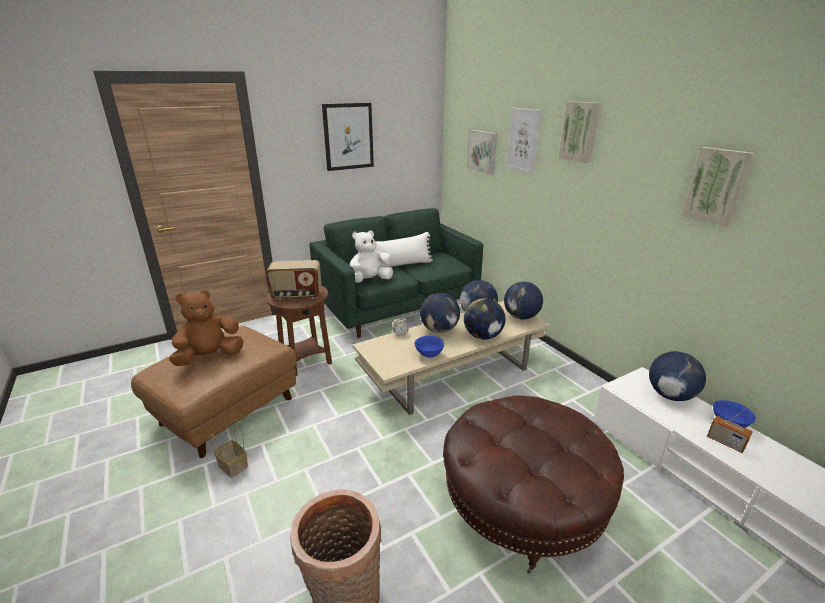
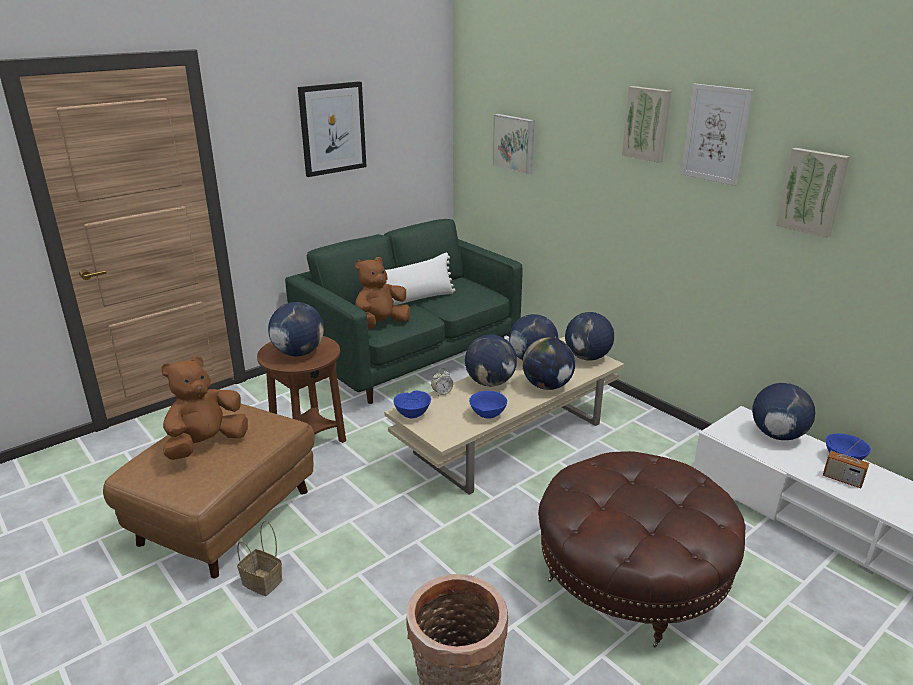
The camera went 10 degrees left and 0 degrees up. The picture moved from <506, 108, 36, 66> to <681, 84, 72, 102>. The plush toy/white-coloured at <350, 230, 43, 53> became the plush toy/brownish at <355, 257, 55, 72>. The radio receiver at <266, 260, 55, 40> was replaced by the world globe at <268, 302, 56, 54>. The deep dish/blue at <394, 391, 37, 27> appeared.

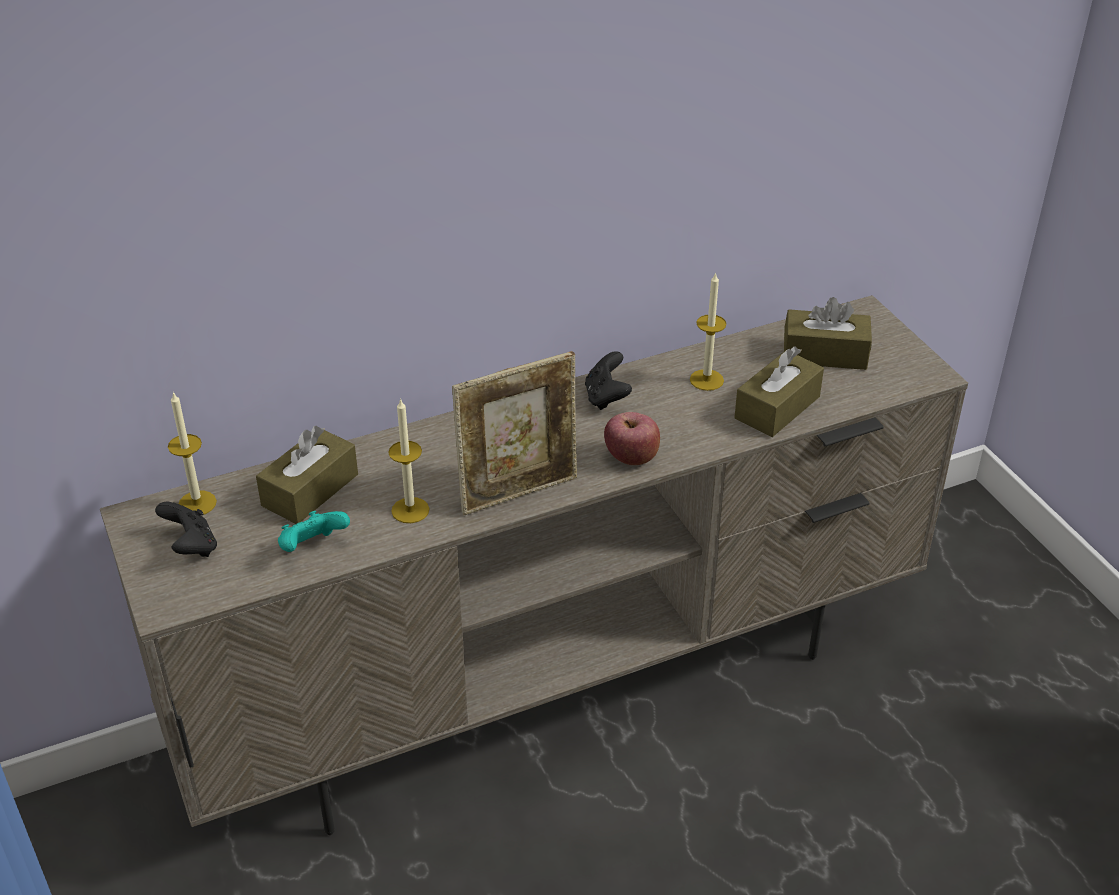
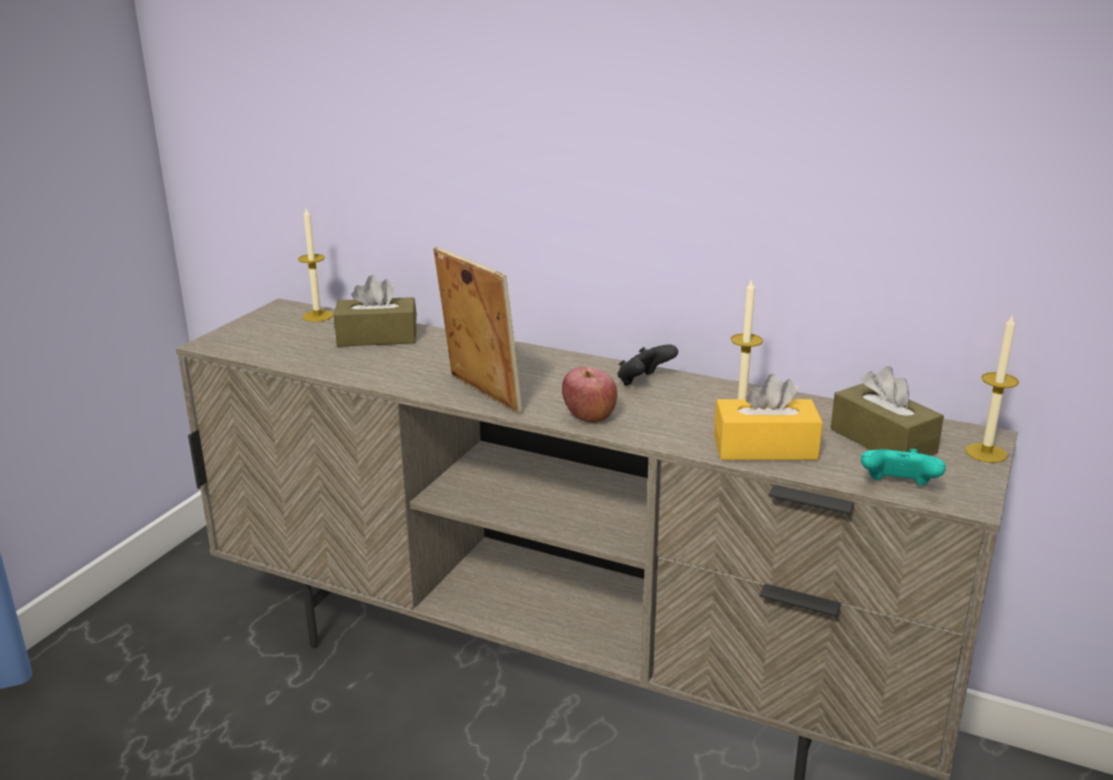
The camera went 50 degrees right and 15 degrees down. The tissue holder/brownish at <734, 346, 90, 91> became the tissue holder/yellow at <714, 374, 109, 86>. The photo frame at <452, 351, 125, 164> turned 150 degrees counterclockwise. The wax light moved from <388, 398, 41, 125> to <965, 313, 54, 150>. The game controller/black-coloured at <155, 502, 62, 55> disappeared. The game controller/turquoise moved from <278, 511, 72, 41> to <861, 449, 85, 36>.

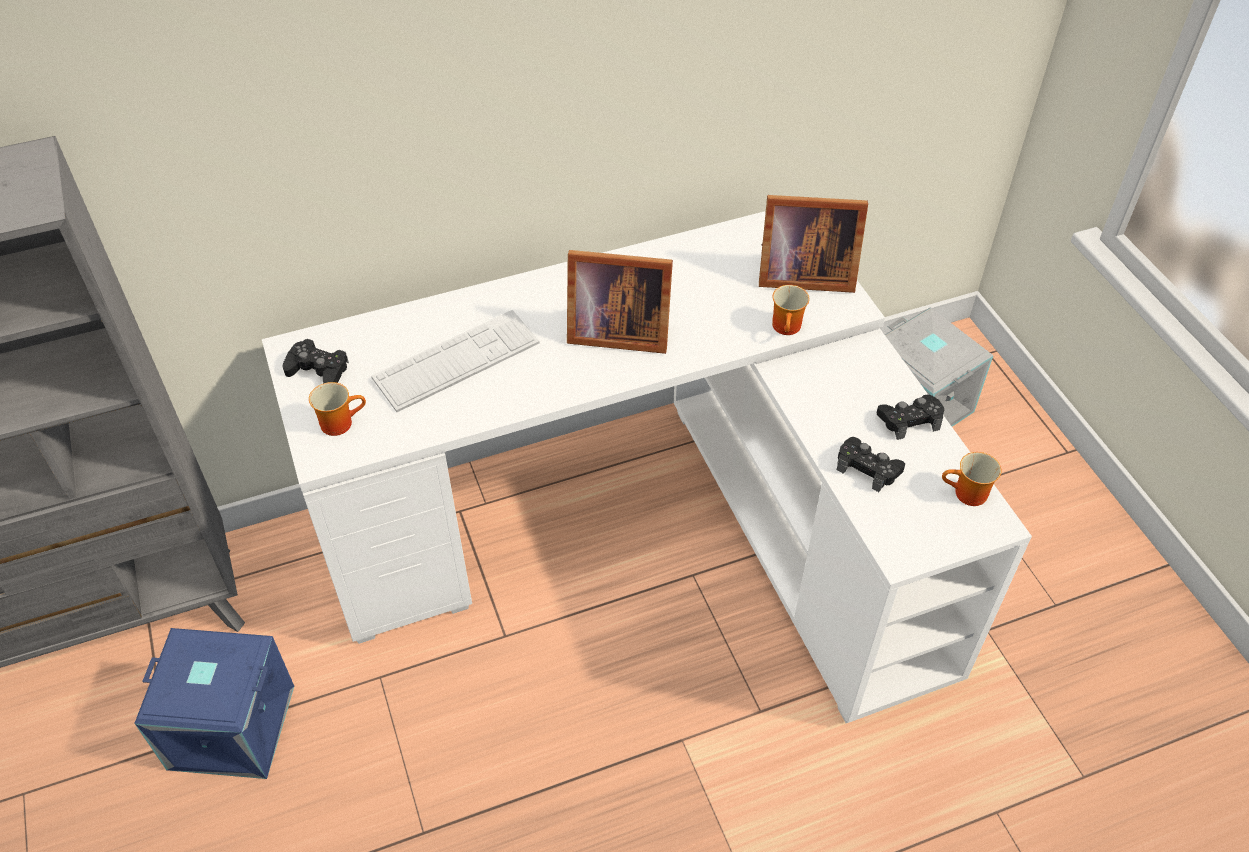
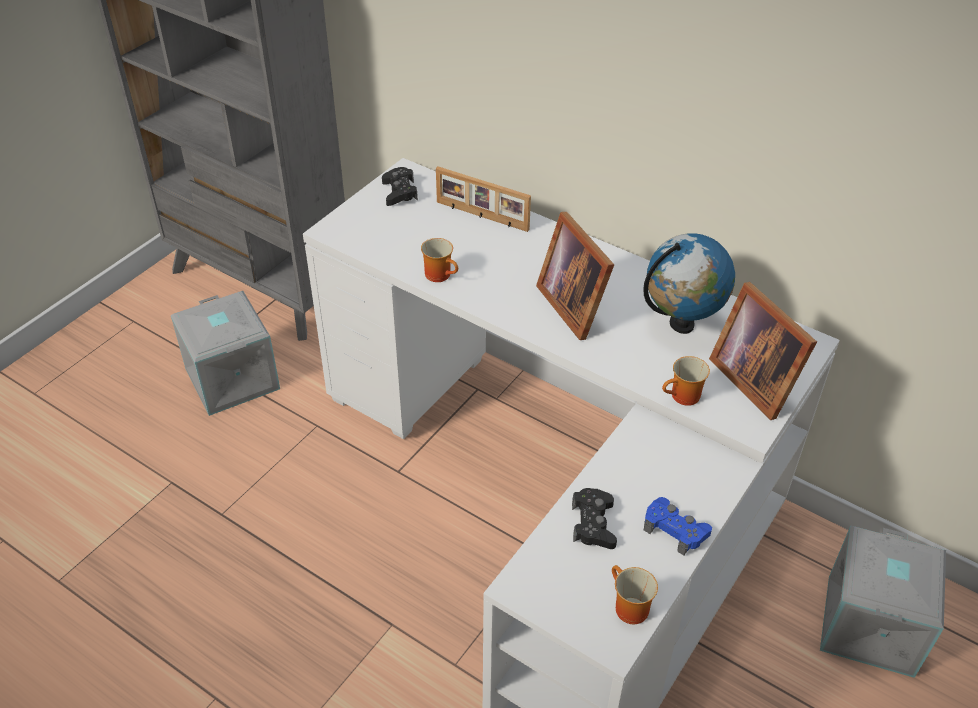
The camera went 55 degrees right and 5 degrees down. The PC keyboard at <371, 310, 168, 102> disappeared. The tea mug moved from <309, 382, 57, 54> to <421, 238, 37, 44>. The game controller/black-coloured at <877, 395, 67, 45> became the game controller/blue at <644, 497, 68, 58>. The storage container/blue at <134, 628, 160, 151> became the storage container/grey at <171, 291, 109, 125>. The photo frame at <436, 166, 95, 66> appeared. The world globe at <643, 234, 92, 100> appeared.

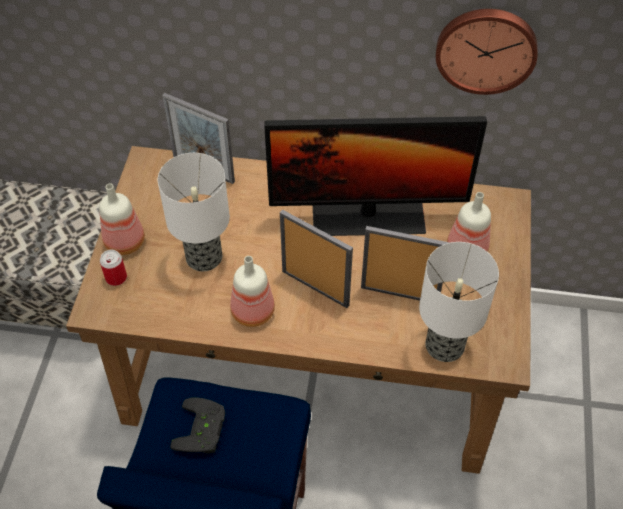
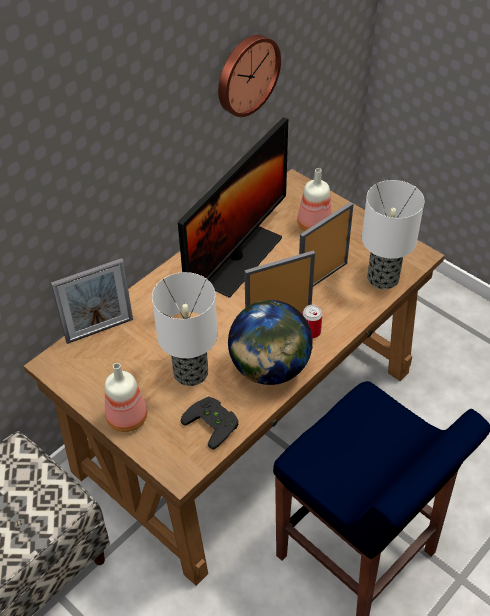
The camera went 55 degrees left and 5 degrees down. The can moved from <100, 250, 27, 36> to <302, 305, 21, 34>. The bottle at <230, 256, 45, 71> was replaced by the world globe at <228, 300, 85, 85>. The game controller/black-coloured moved from <170, 398, 55, 56> to <180, 396, 59, 54>.

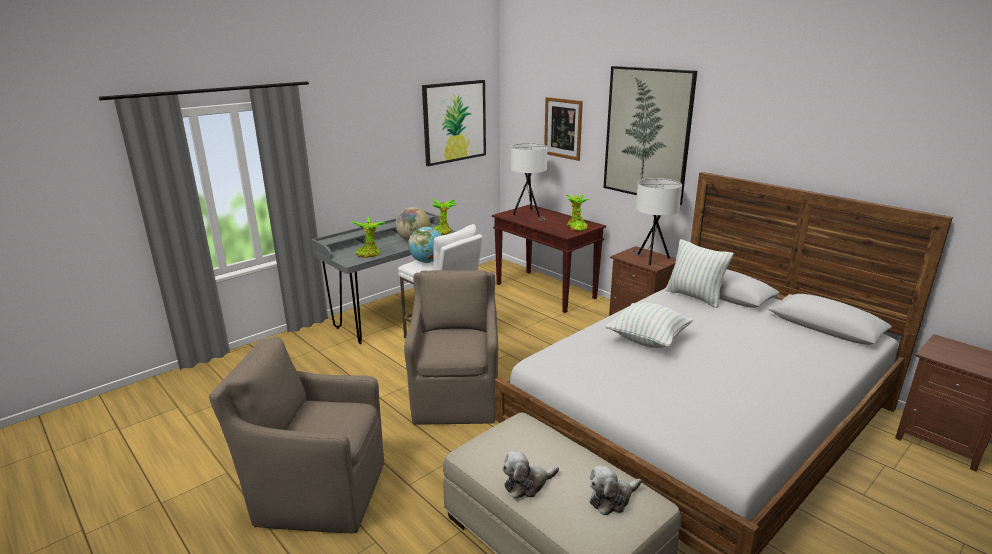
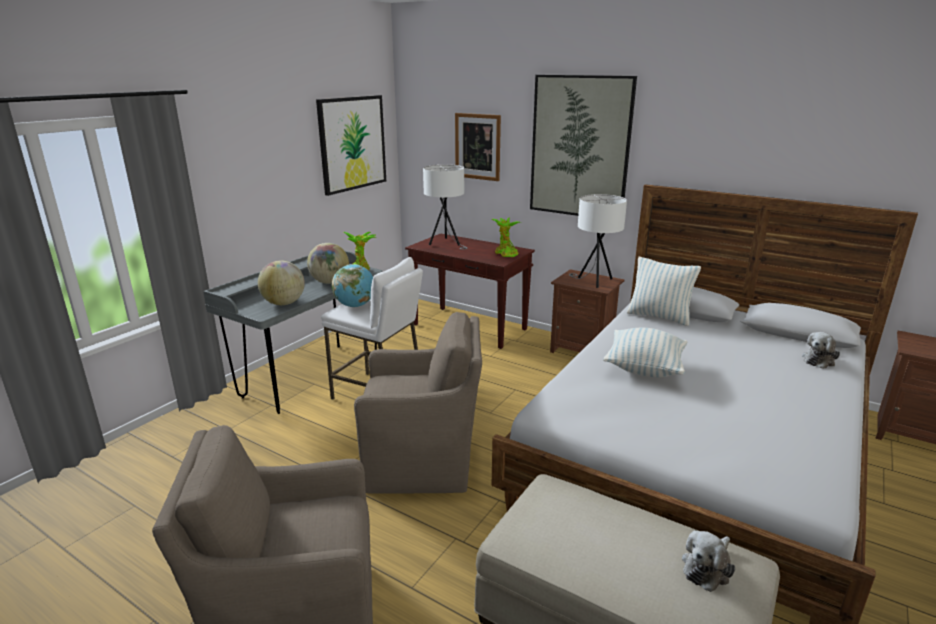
The camera went 15 degrees left and 0 degrees up. The potted plant at <351, 216, 34, 42> was replaced by the world globe at <258, 260, 47, 45>. The easy chair/brownish at <404, 270, 94, 155> turned 105 degrees clockwise. The plush toy moved from <502, 451, 57, 48> to <802, 332, 38, 37>.

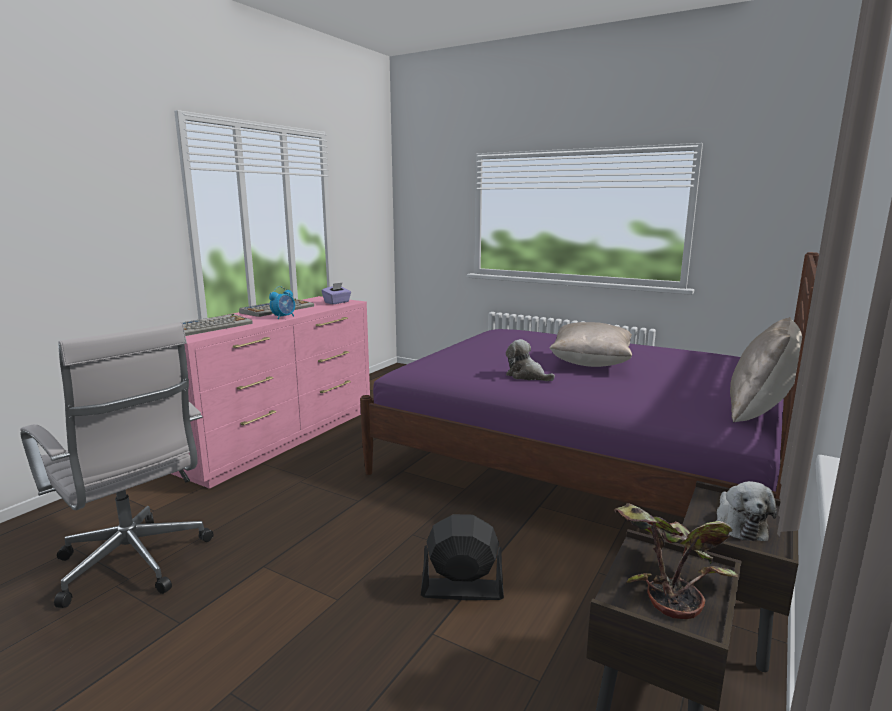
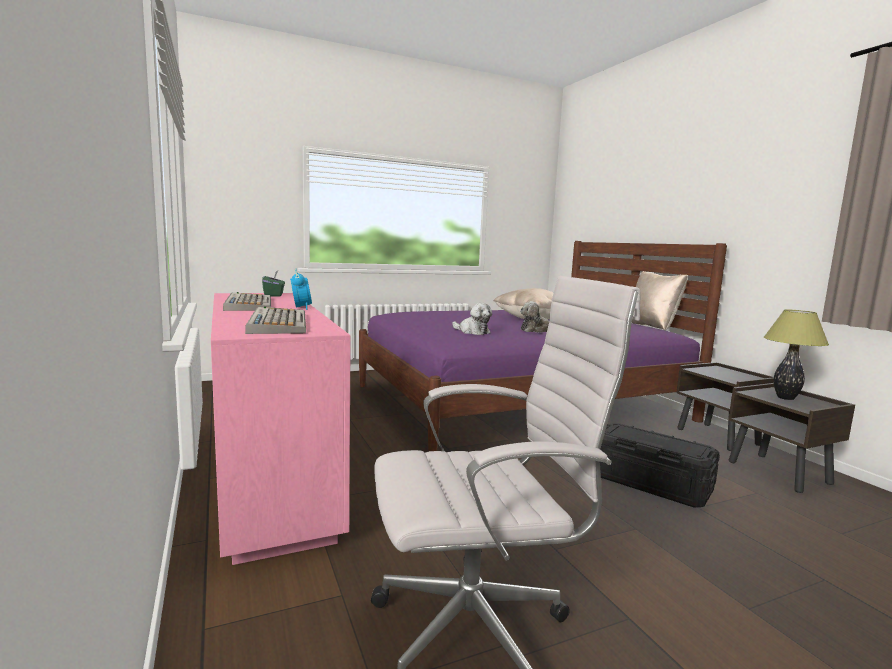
The camera went 55 degrees left and 5 degrees down. The tissue holder/purple-coloured at <322, 282, 29, 22> became the tissue holder/greenish at <262, 271, 23, 26>. The plush toy moved from <716, 481, 61, 60> to <452, 303, 40, 32>. The potted plant at <614, 503, 124, 116> was replaced by the lamp for a table at <764, 310, 65, 90>. The cooling fan/black-coloured at <421, 514, 83, 86> was replaced by the storage container/black-coloured at <600, 423, 120, 84>.

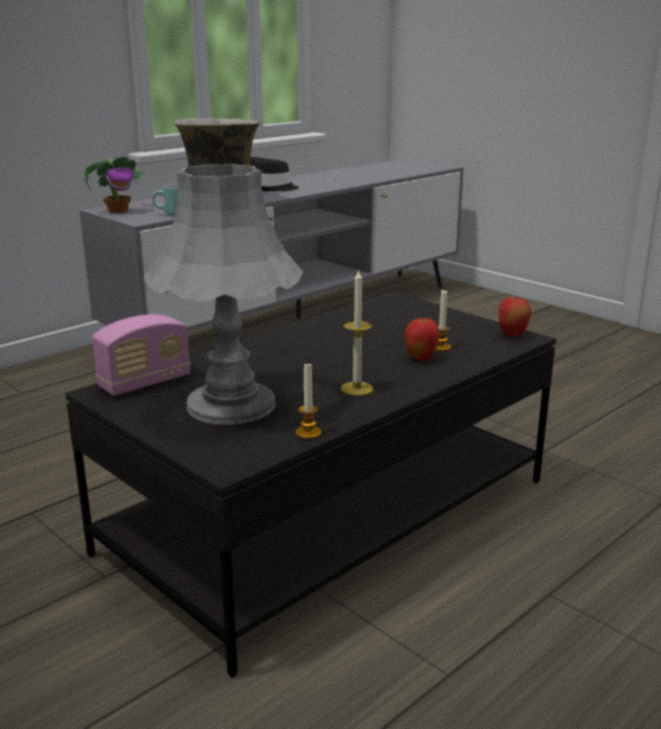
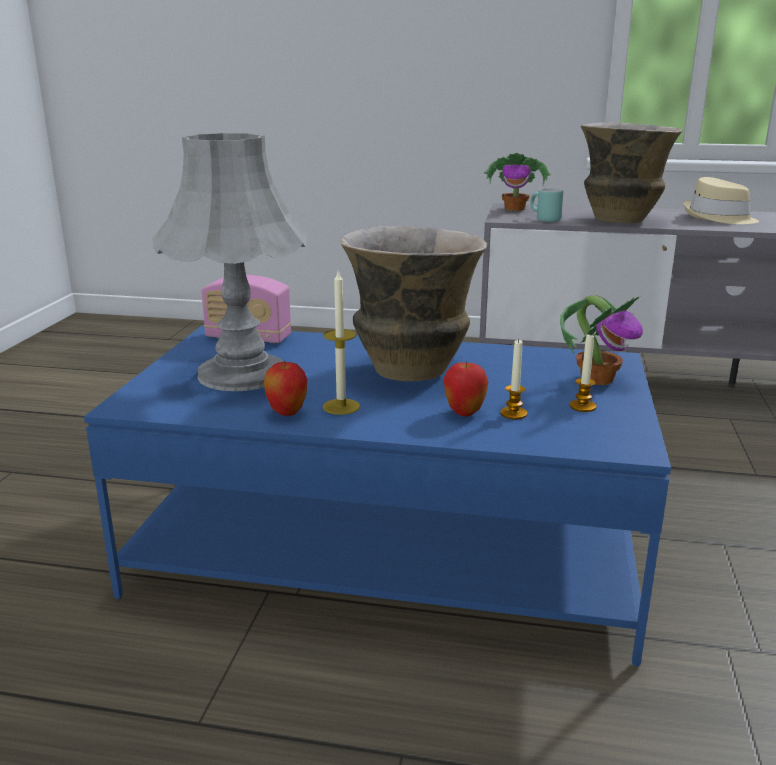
The camera went 55 degrees right and 0 degrees up. The wearable hat/black-coloured at <250, 157, 49, 34> became the wearable hat/beige at <684, 177, 75, 47>. The low table/black-coloured at <65, 292, 491, 386> became the low table/blue at <84, 325, 587, 342>. The whole apple moved from <498, 296, 34, 41> to <264, 361, 43, 55>. The wax light moved from <296, 362, 25, 77> to <570, 333, 27, 79>. The flower vase at <340, 226, 147, 155> appeared. The potted plant at <560, 295, 83, 90> appeared.

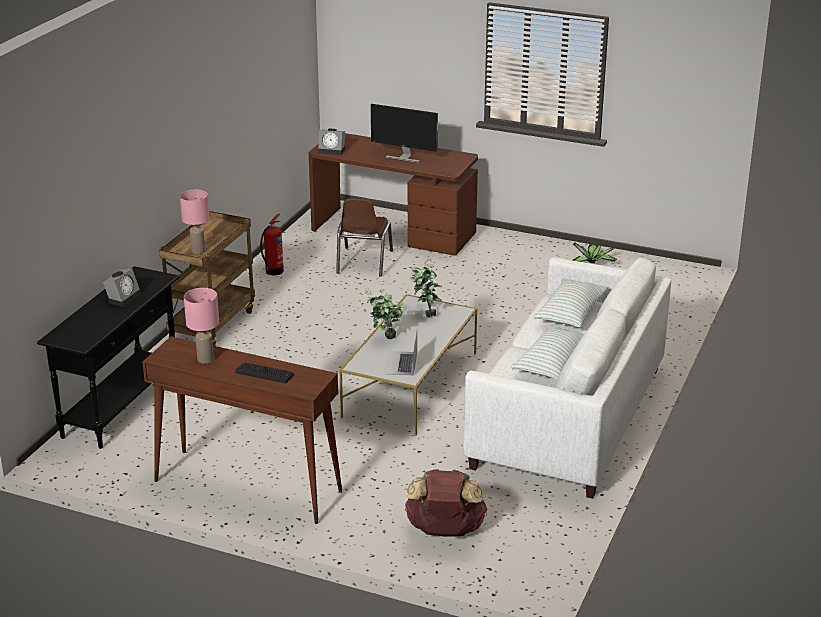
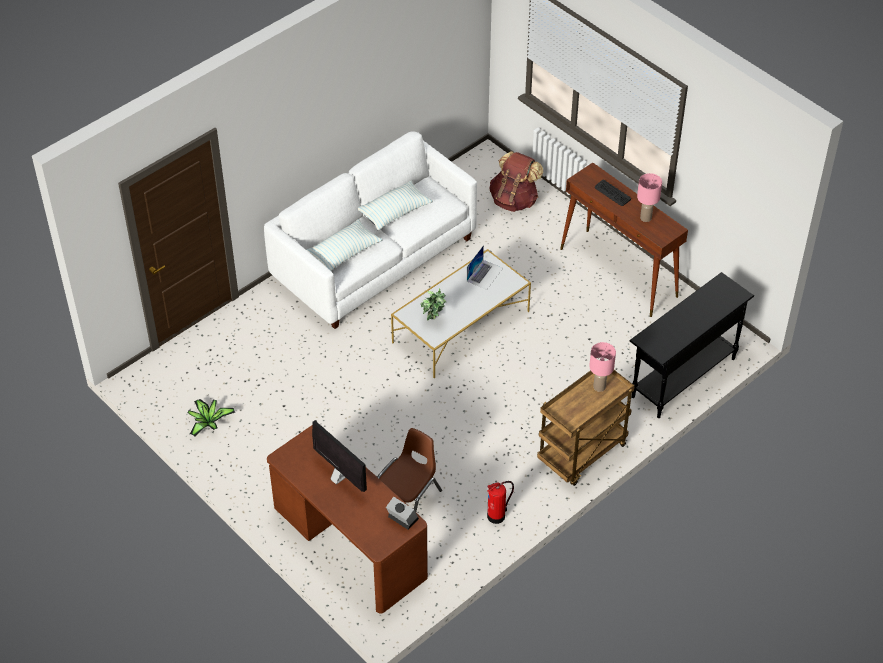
The camera went 155 degrees left and 20 degrees up. The table clock at <103, 269, 39, 38> disappeared. The potted plant at <365, 288, 39, 51> disappeared.

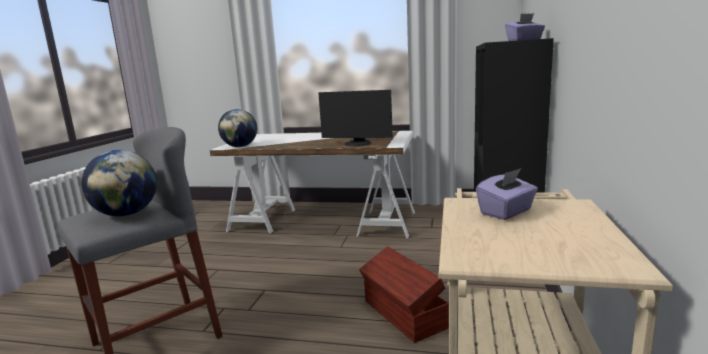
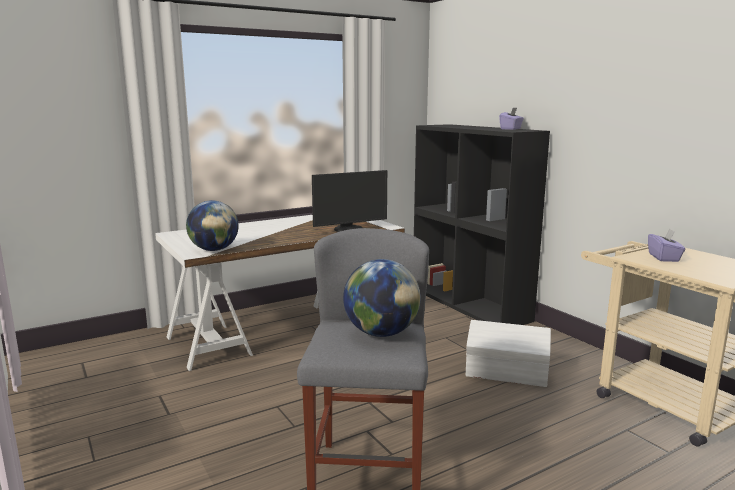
The camera went 45 degrees left and 0 degrees up. The storage container/brownish at <359, 246, 90, 97> became the storage container/white-coloured at <466, 320, 85, 67>.

